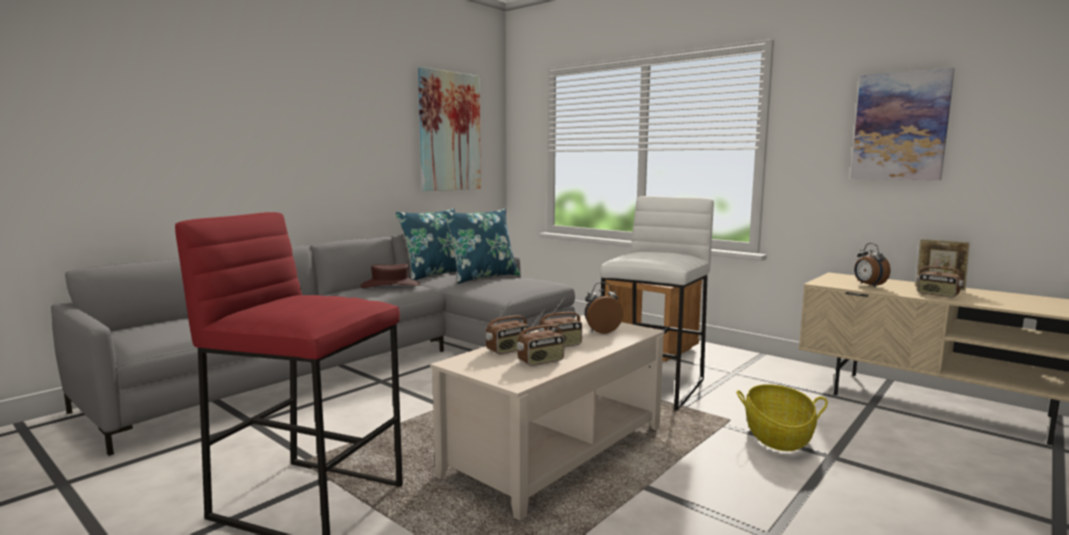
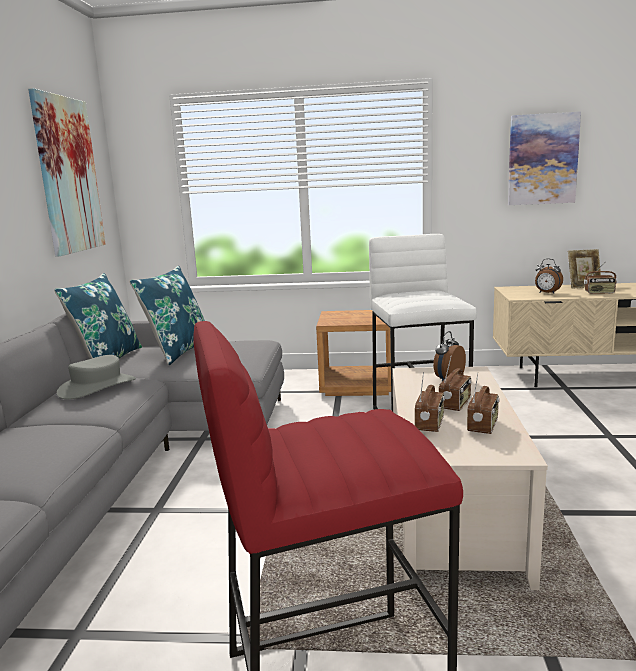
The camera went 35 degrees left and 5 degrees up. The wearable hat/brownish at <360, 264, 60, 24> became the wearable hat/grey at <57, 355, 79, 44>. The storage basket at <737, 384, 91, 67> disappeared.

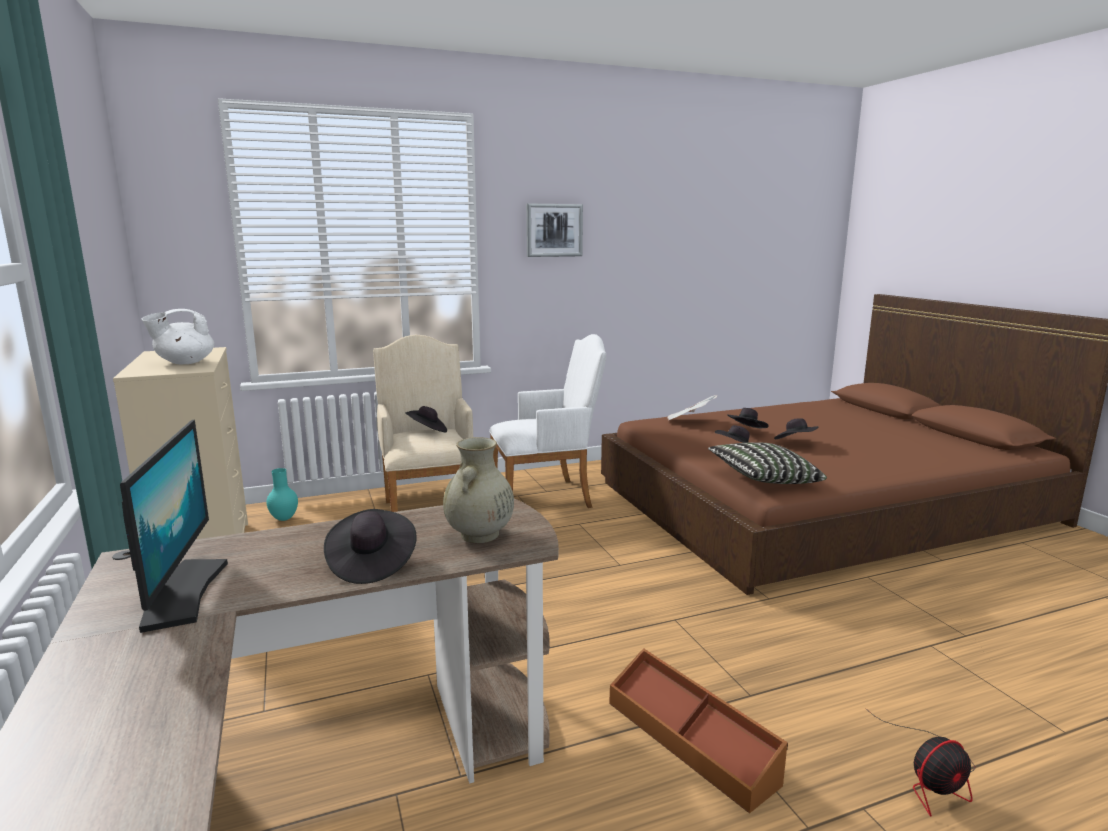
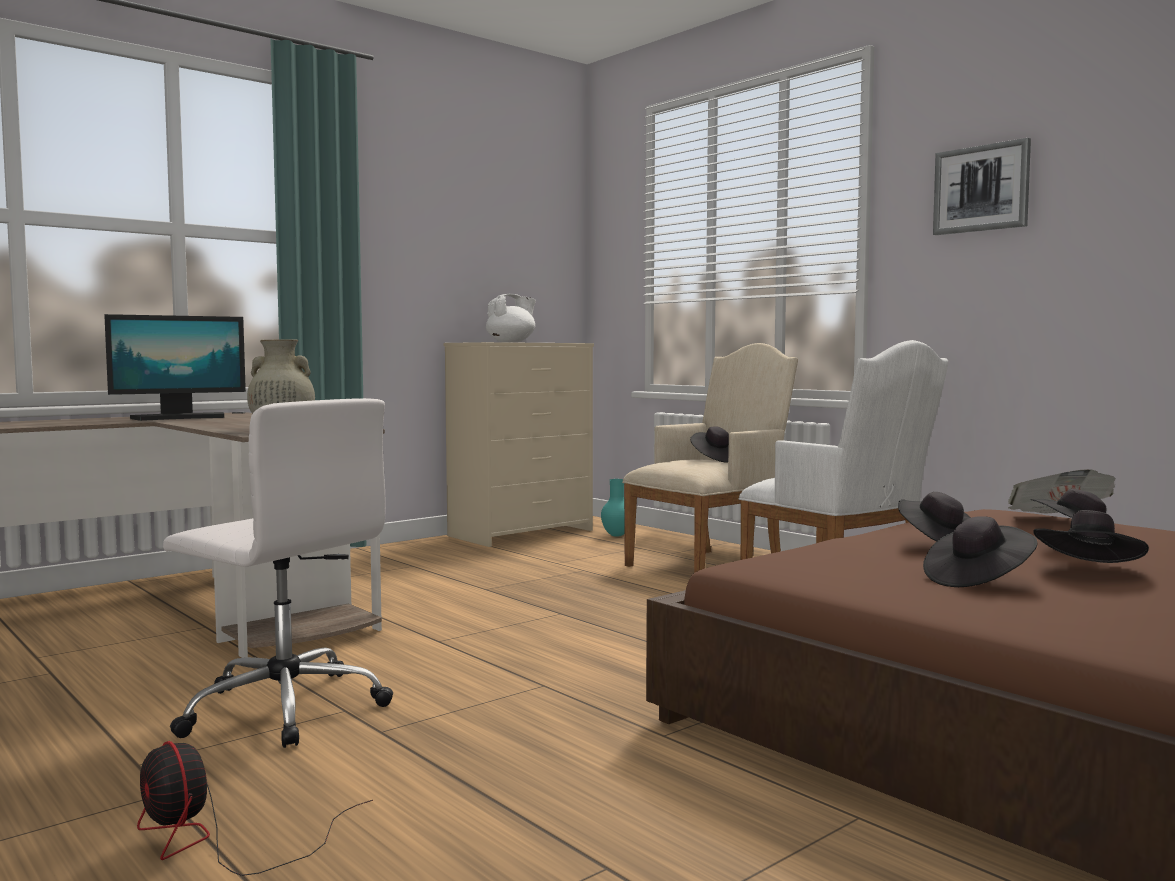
The camera went 70 degrees right and 10 degrees down. The teapot/white-coloured at <142, 309, 72, 55> turned 105 degrees clockwise. The cushion at <708, 442, 119, 42> disappeared. The wearable hat/black-coloured moved from <324, 509, 93, 75> to <923, 516, 115, 71>. The storage container/brownish at <609, 648, 179, 165> was replaced by the desk chair/white-coloured at <163, 398, 230, 350>.

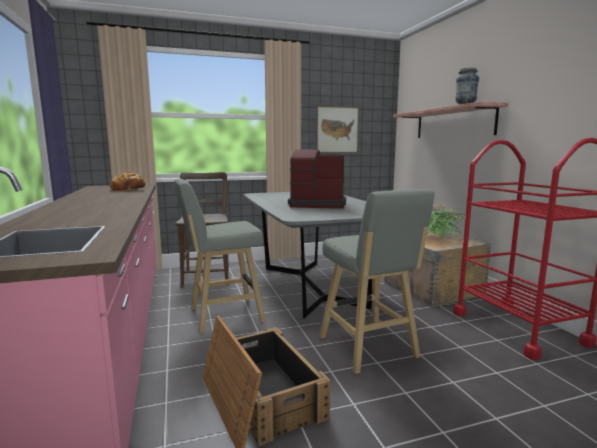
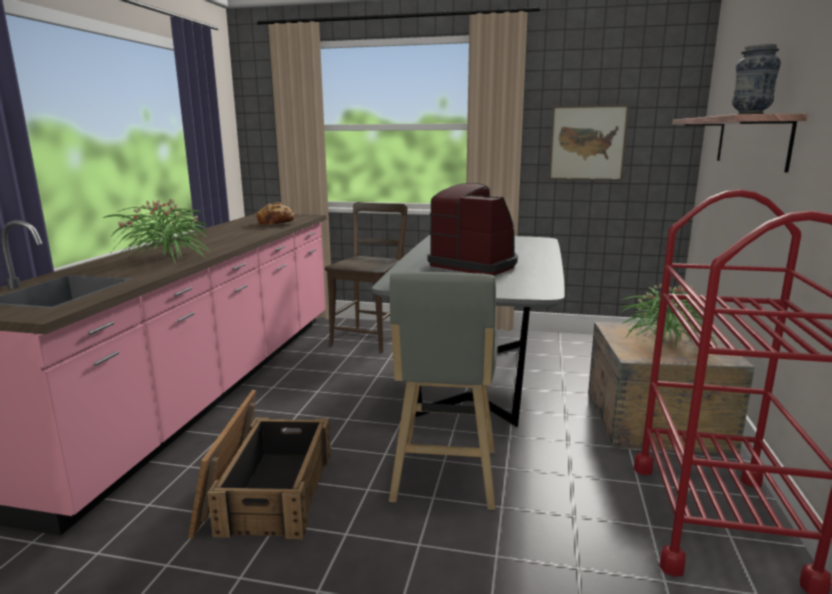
The camera went 30 degrees right and 5 degrees up. The stool seat/grey at <175, 179, 90, 154> disappeared. The potted plant at <103, 198, 106, 67> appeared.

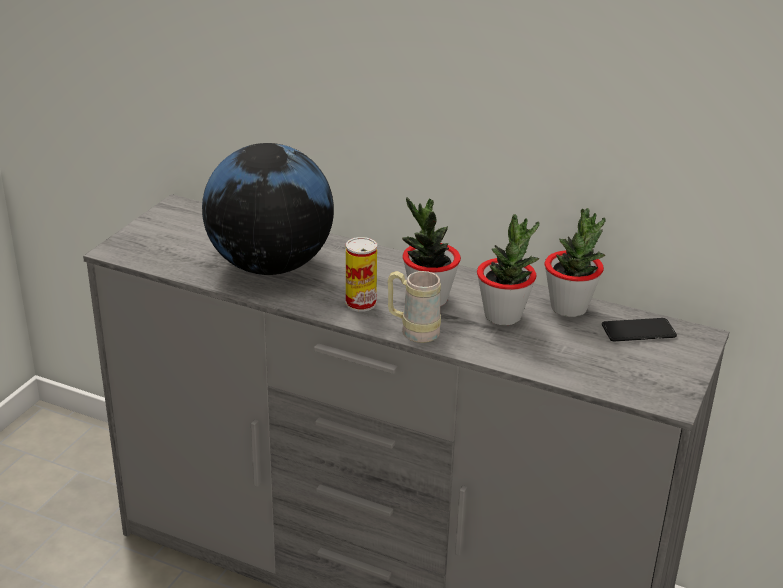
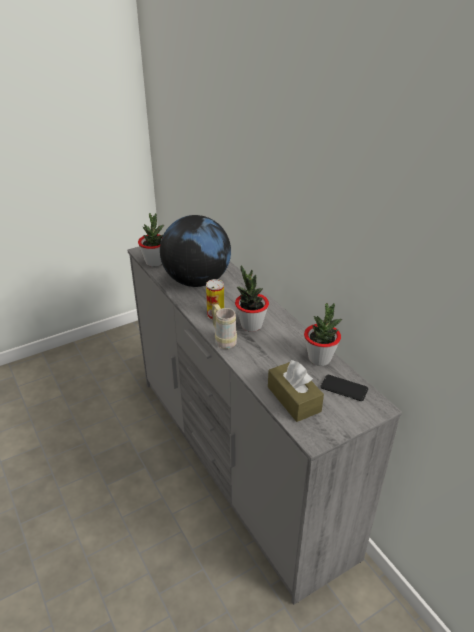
The camera went 35 degrees right and 5 degrees up. The potted plant moved from <477, 214, 62, 111> to <138, 213, 26, 54>. The tissue holder/brownish at <268, 360, 56, 62> appeared.

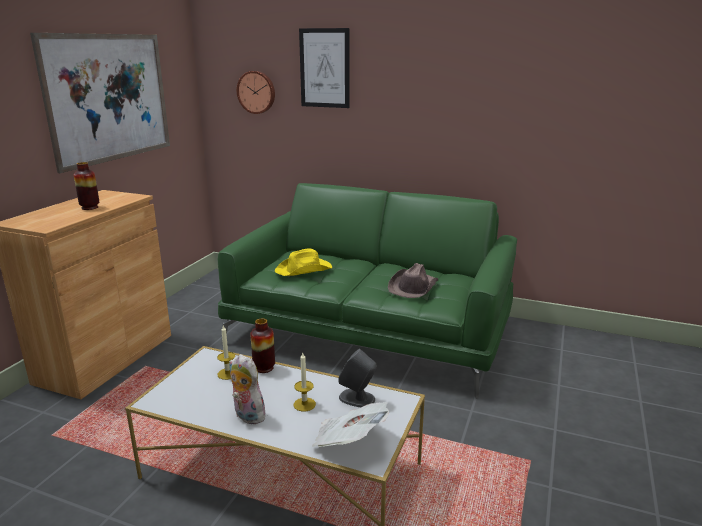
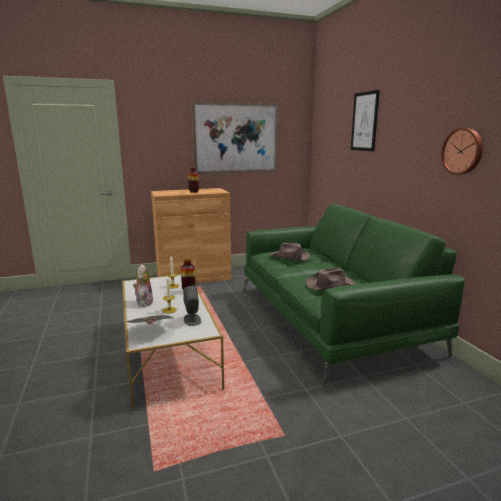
The camera went 50 degrees right and 5 degrees down. The hanging clock moved from <237, 71, 38, 43> to <441, 128, 42, 47>. The wearable hat/yellow at <275, 248, 57, 28> became the wearable hat/brownish at <270, 243, 40, 18>.

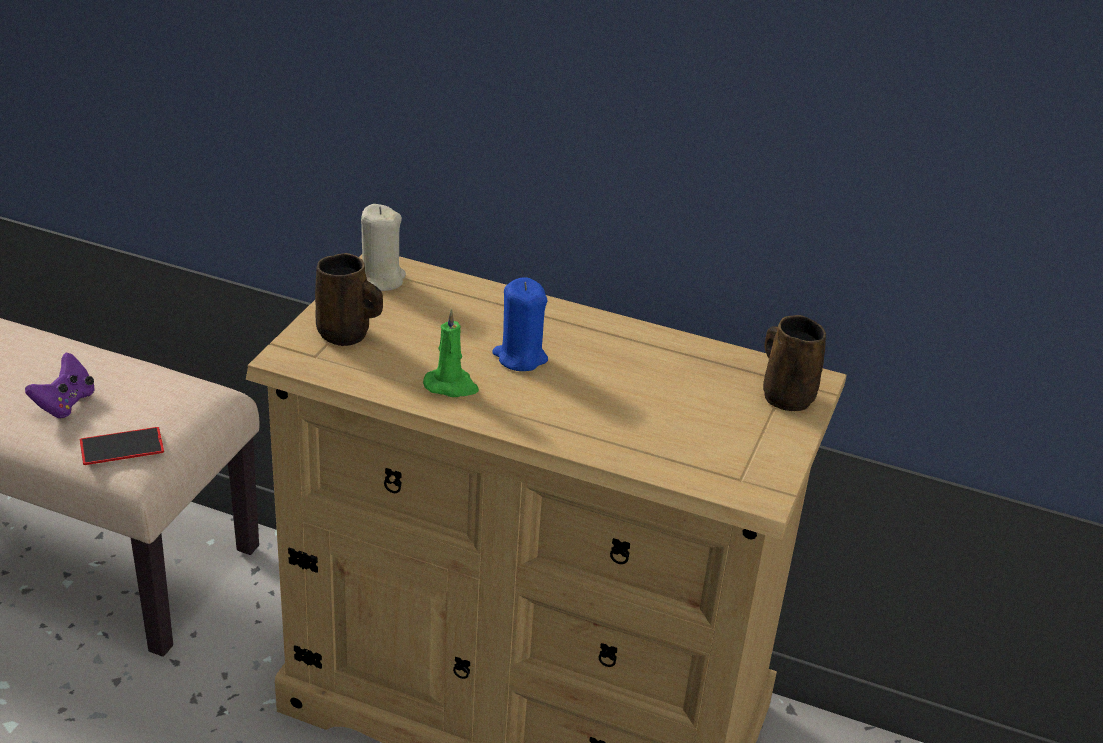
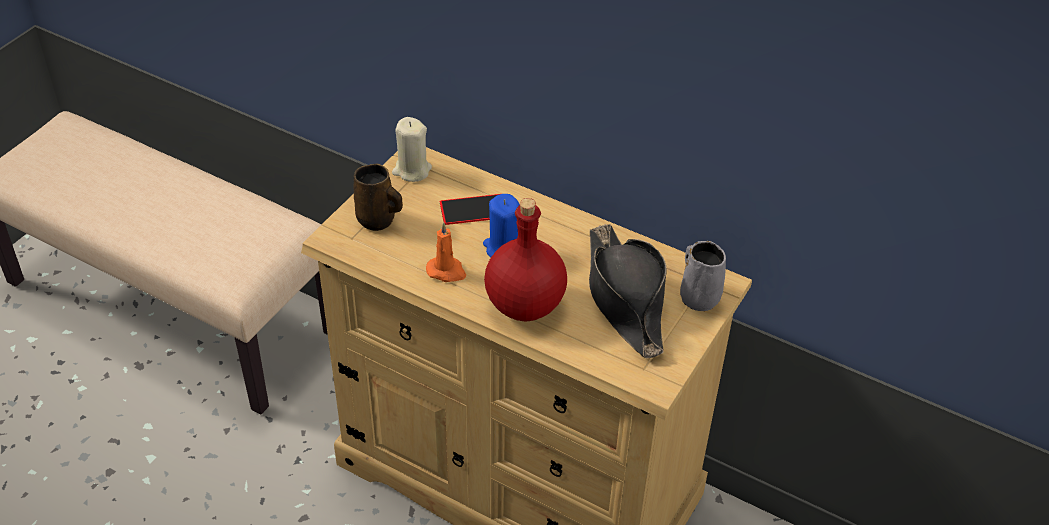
The camera went 10 degrees right and 10 degrees up. The wax light/greenish at <423, 309, 56, 88> became the wax light/orange-coloured at <426, 222, 40, 60>. The tea mug/brownish at <763, 315, 63, 96> became the tea mug/grey at <680, 241, 46, 70>. The game controller/purple-coloured at <25, 353, 70, 65> disappeared. The telephone moved from <80, 427, 84, 38> to <440, 194, 60, 31>. The bottle/red at <484, 198, 83, 124> appeared. The wearable hat/black-coloured at <589, 224, 78, 134> appeared.

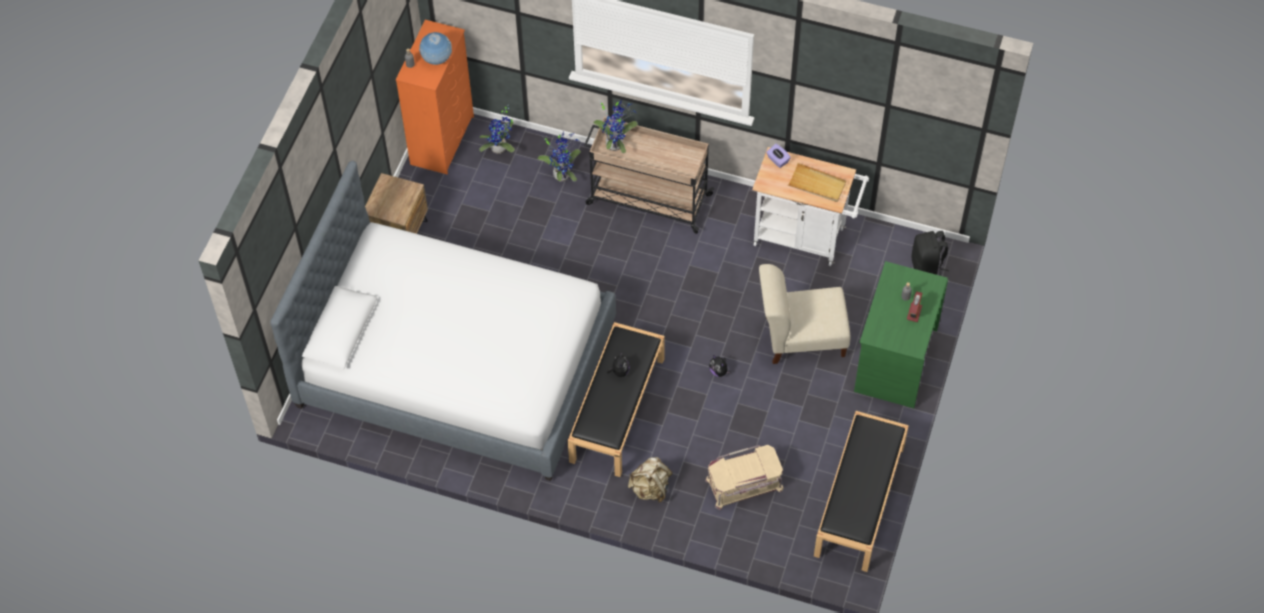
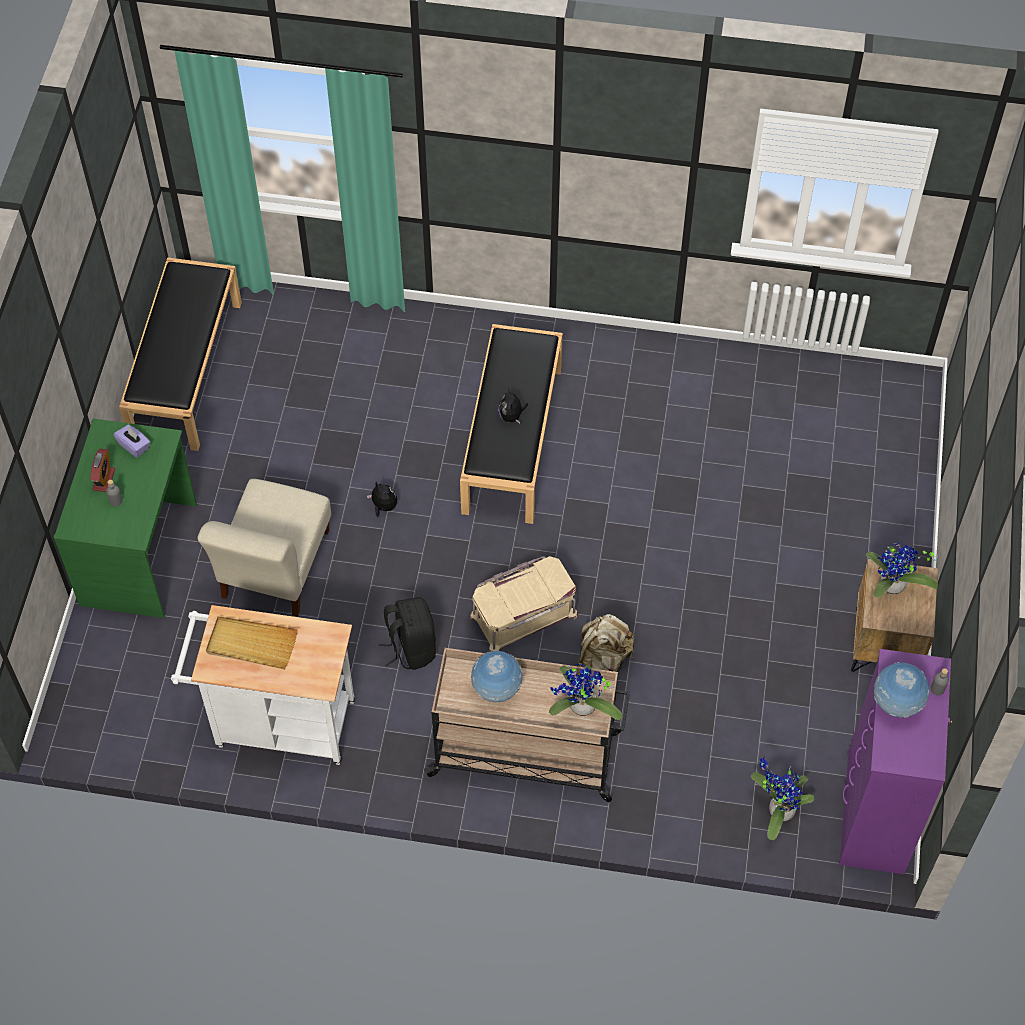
The camera went 170 degrees right and 0 degrees up. The chest of drawers/orange-coloured at <396, 20, 78, 154> became the chest of drawers/purple-coloured at <839, 649, 114, 225>. The potted plant moved from <537, 132, 44, 50> to <866, 543, 72, 55>. The tissue holder/purple-coloured moved from <766, 144, 25, 24> to <114, 425, 36, 33>. The bedroom bed at <270, 161, 346, 320> disappeared. The knapsack/black-coloured moved from <912, 231, 37, 45> to <379, 597, 57, 73>. The chair/beige at <759, 264, 92, 100> turned 120 degrees clockwise. The storage container/beige moved from <705, 445, 79, 65> to <470, 556, 109, 96>. The knapsack/beige moved from <628, 457, 45, 46> to <577, 614, 58, 58>. The world globe at <471, 651, 51, 51> appeared.

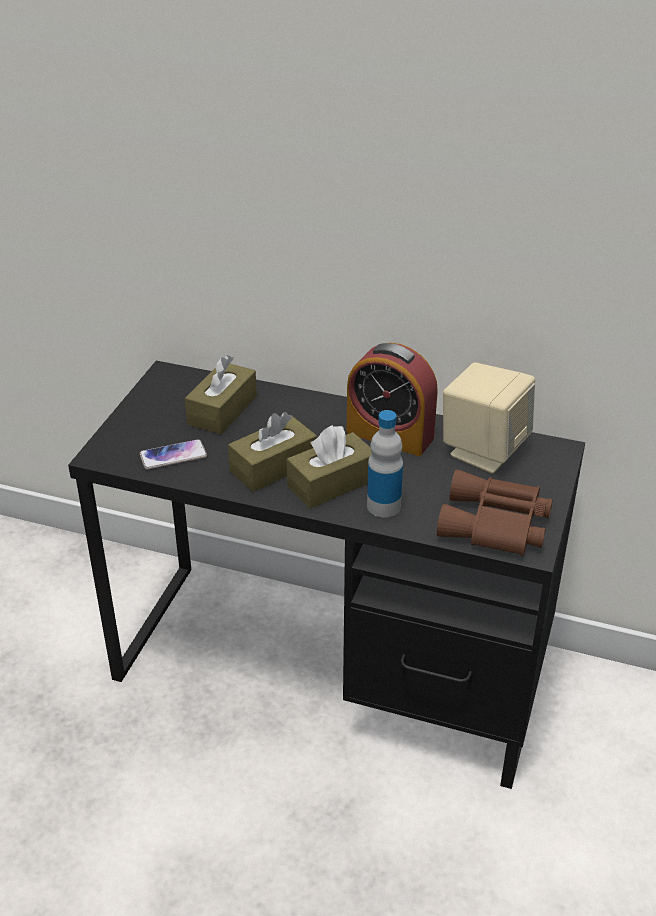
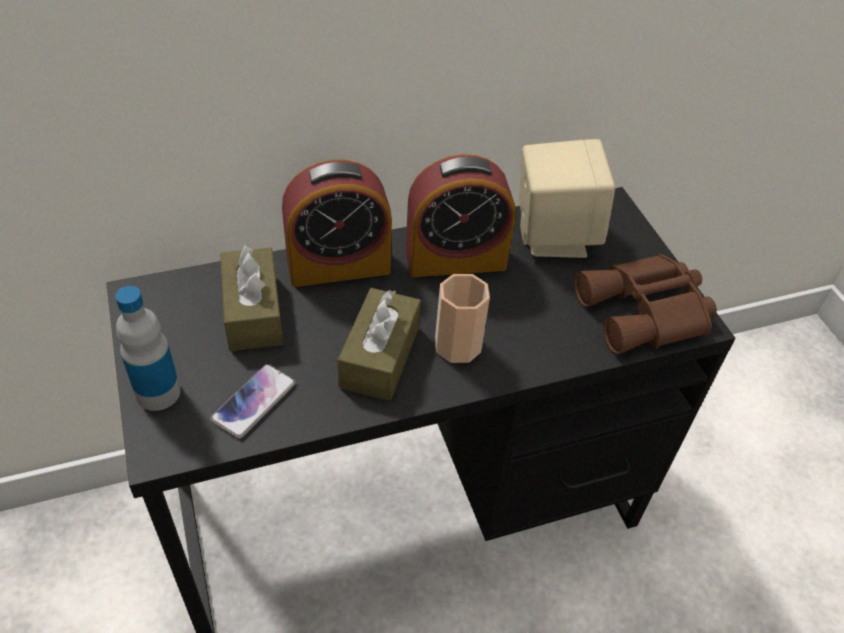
The camera went 40 degrees left and 10 degrees up. The bottle moved from <367, 410, 36, 108> to <115, 286, 66, 125>. The tissue holder/brownish at <286, 425, 86, 83> was replaced by the small cup at <435, 274, 55, 89>. The table clock at <282, 160, 110, 127> appeared.

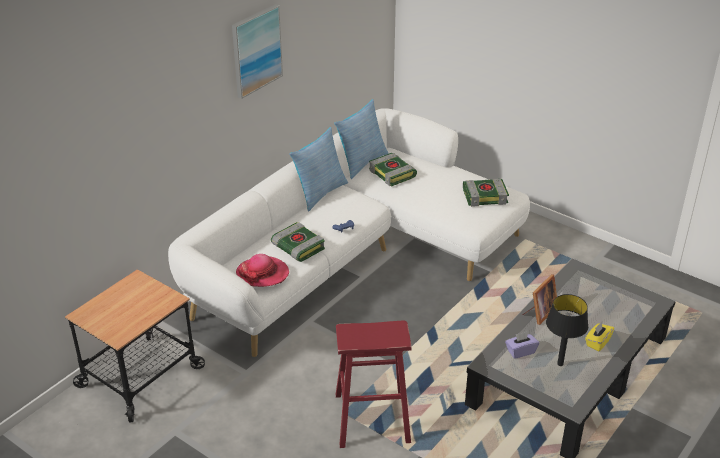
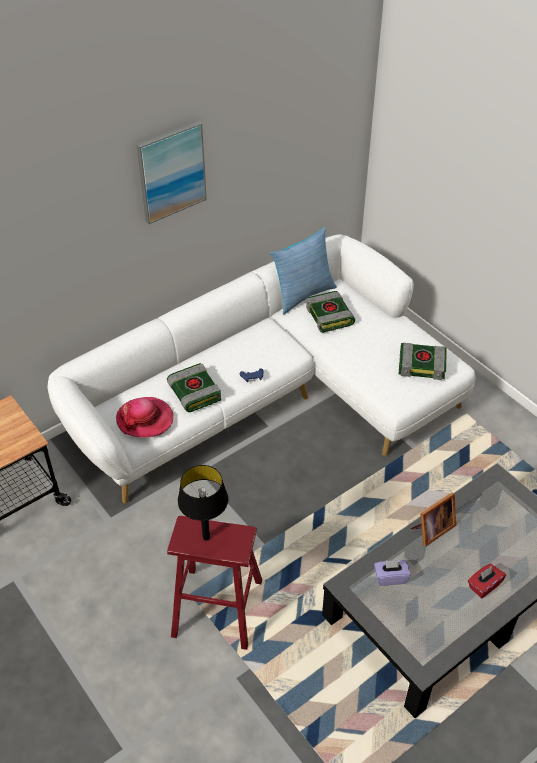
The camera went 15 degrees right and 10 degrees up. The cushion at <289, 127, 59, 85> disappeared. The lamp for a table/black-coloured moved from <546, 294, 42, 72> to <178, 465, 50, 76>. The tissue holder/yellow at <585, 322, 29, 29> became the tissue holder/red at <468, 564, 38, 34>.

